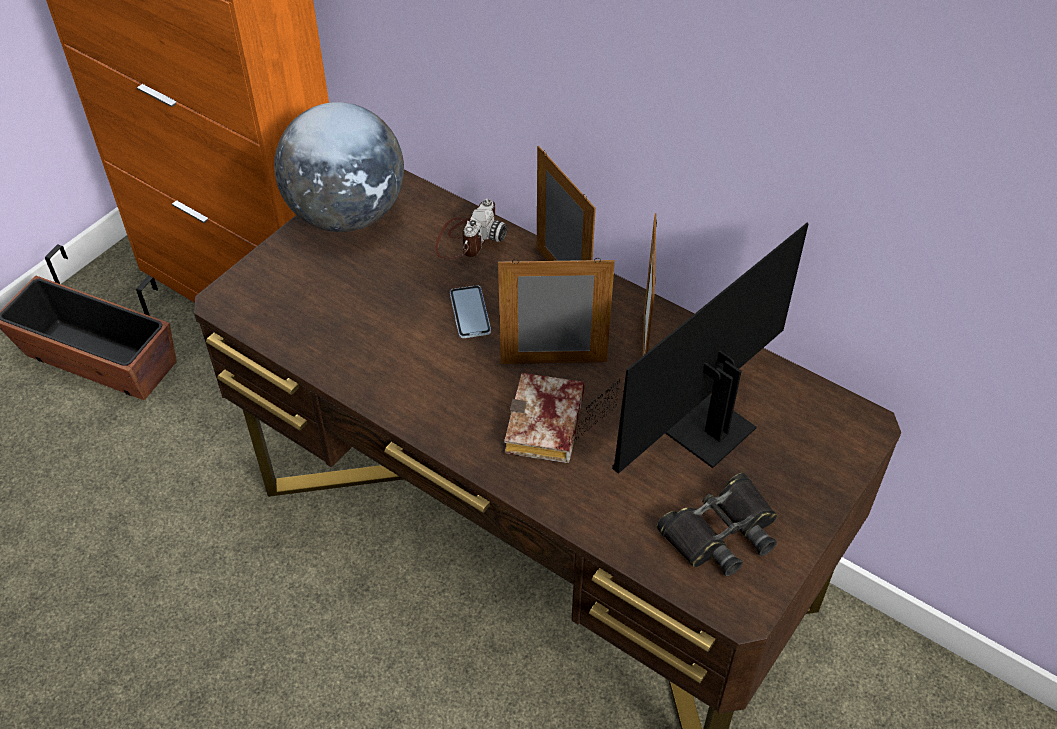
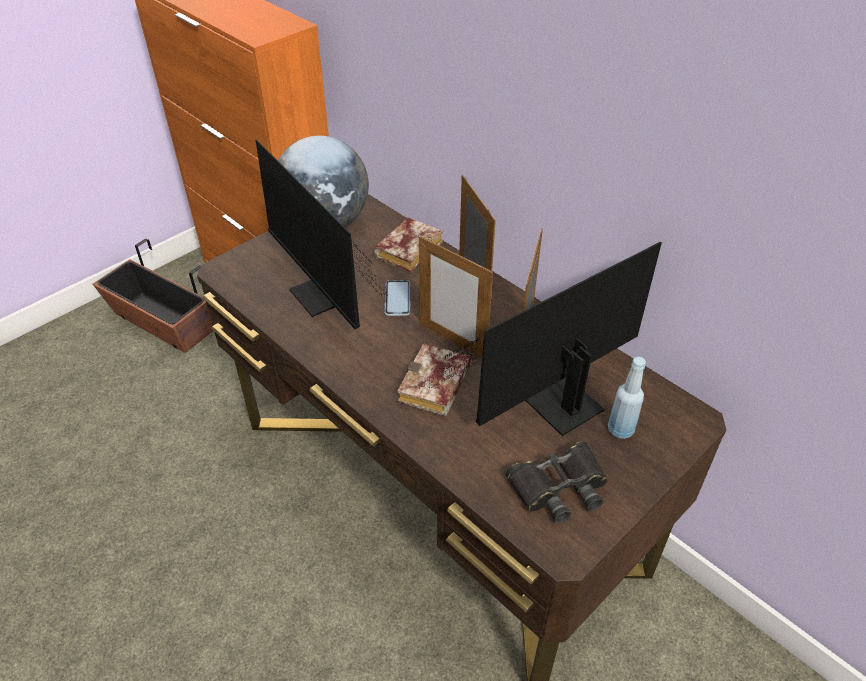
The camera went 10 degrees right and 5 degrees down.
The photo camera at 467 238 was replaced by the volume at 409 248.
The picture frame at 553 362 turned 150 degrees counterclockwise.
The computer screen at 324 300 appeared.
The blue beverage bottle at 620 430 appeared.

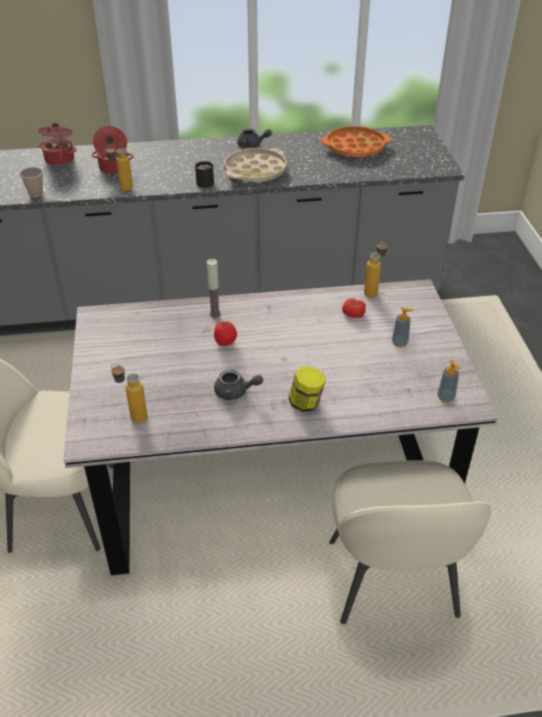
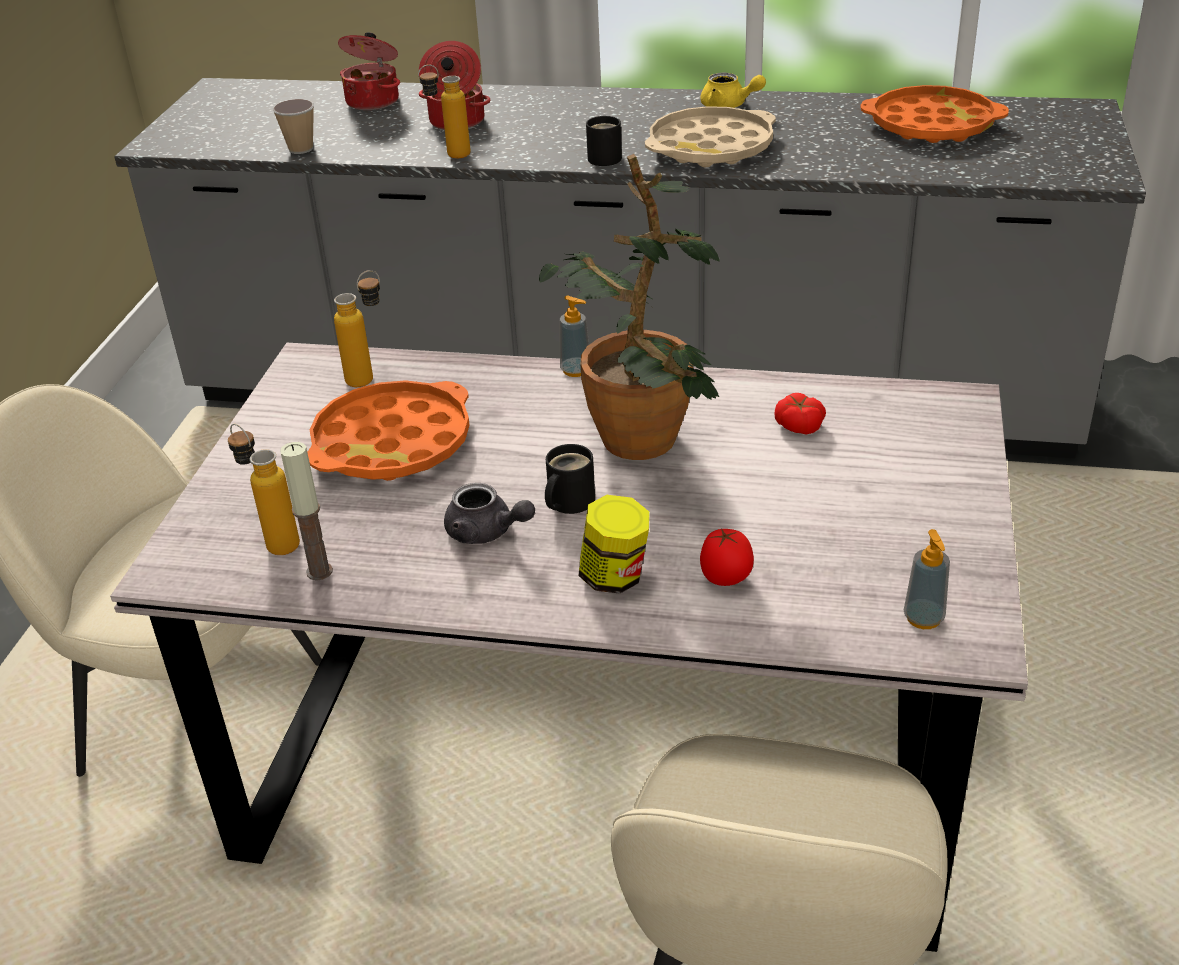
The camera went 20 degrees right and 5 degrees down.
The grey tea pot at 252 145 became the yellow tea pot at 729 106.
The beverage bottle moved from 373 291 to 370 377.
The wax light moved from 215 314 to 319 571.
The liquid soap bottle moved from 399 343 to 576 370.
The whole tomato moved from 225 342 to 726 579.
The potted plant at 641 450 appeared.
The orangey tray at 392 443 appeared.
The blackish coffee mug at 567 502 appeared.

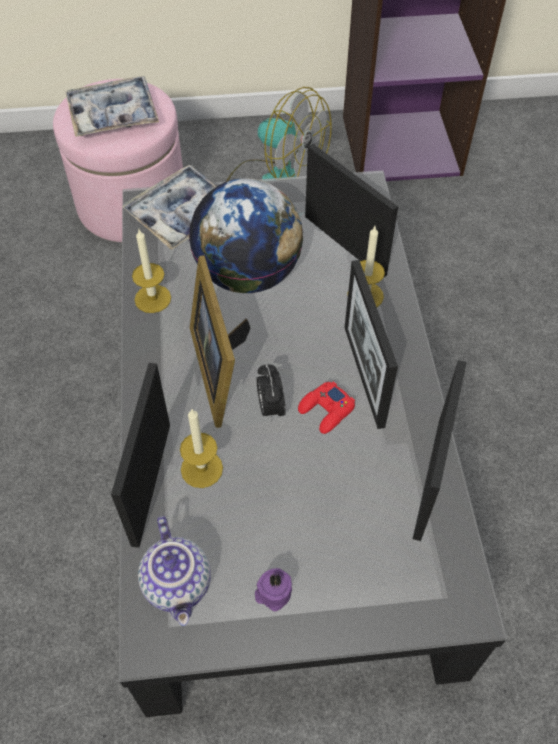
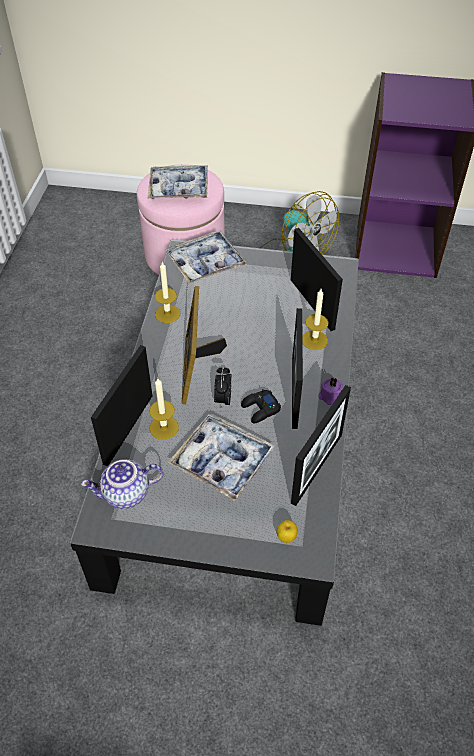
The camera went 15 degrees right and 5 degrees down.
The desk globe at 248 274 disappeared.
The reddish joypad at 326 411 became the blackish joypad at 260 409.
The tea pot at 179 584 turned 75 degrees clockwise.
The purplish wax light moved from 273 593 to 329 396.
The tray at 222 461 appeared.
The apple at 286 538 appeared.

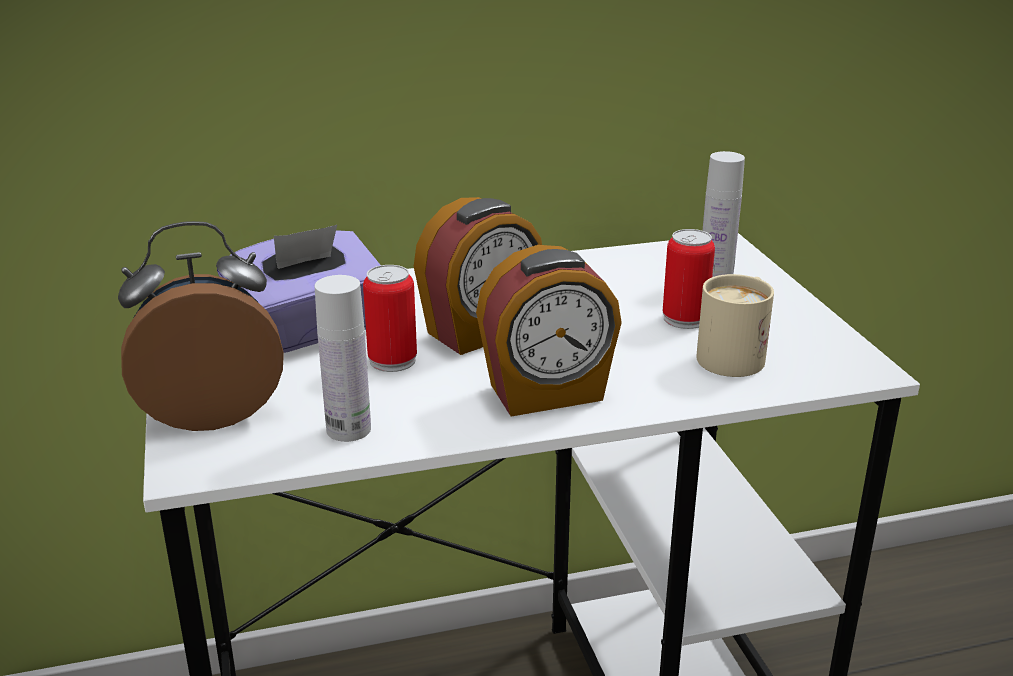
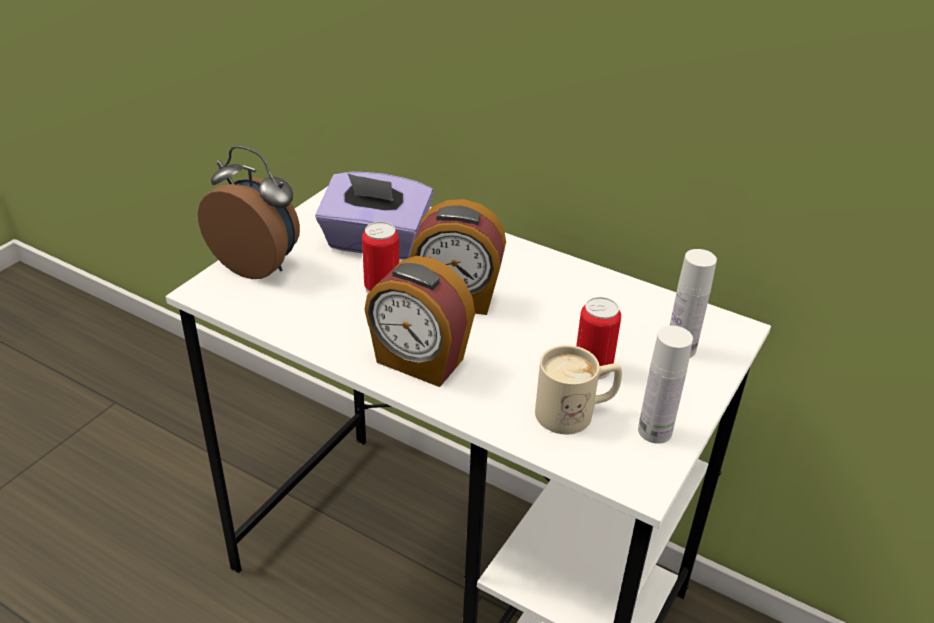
The camera went 45 degrees right and 10 degrees up.
The whitish beverage bottle moved from 348 429 to 654 431.

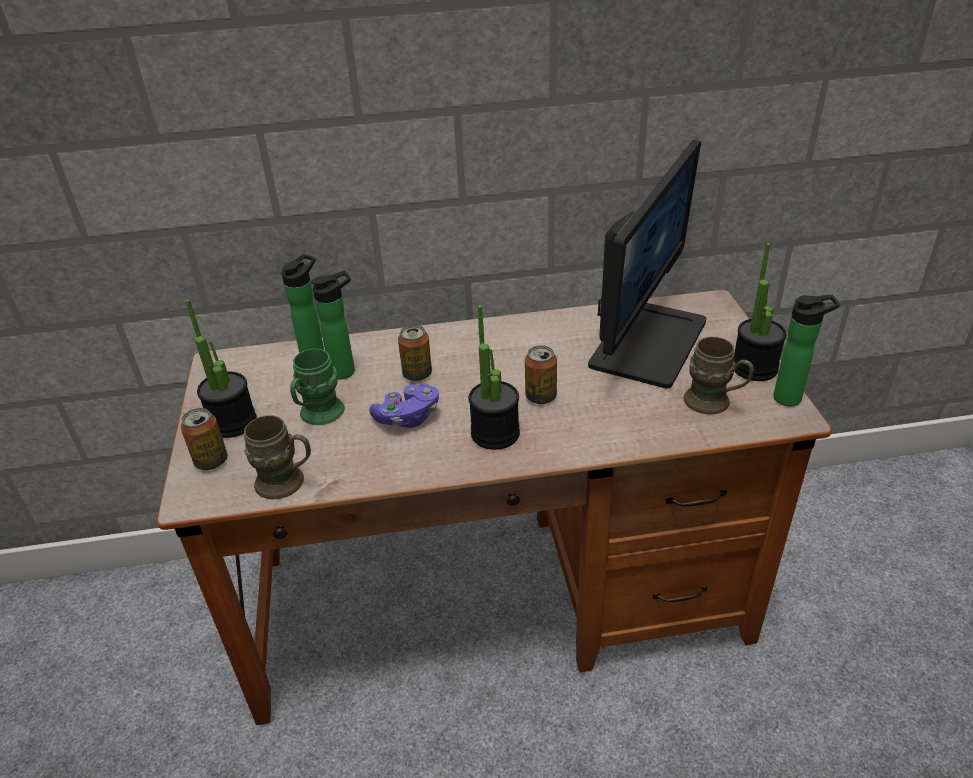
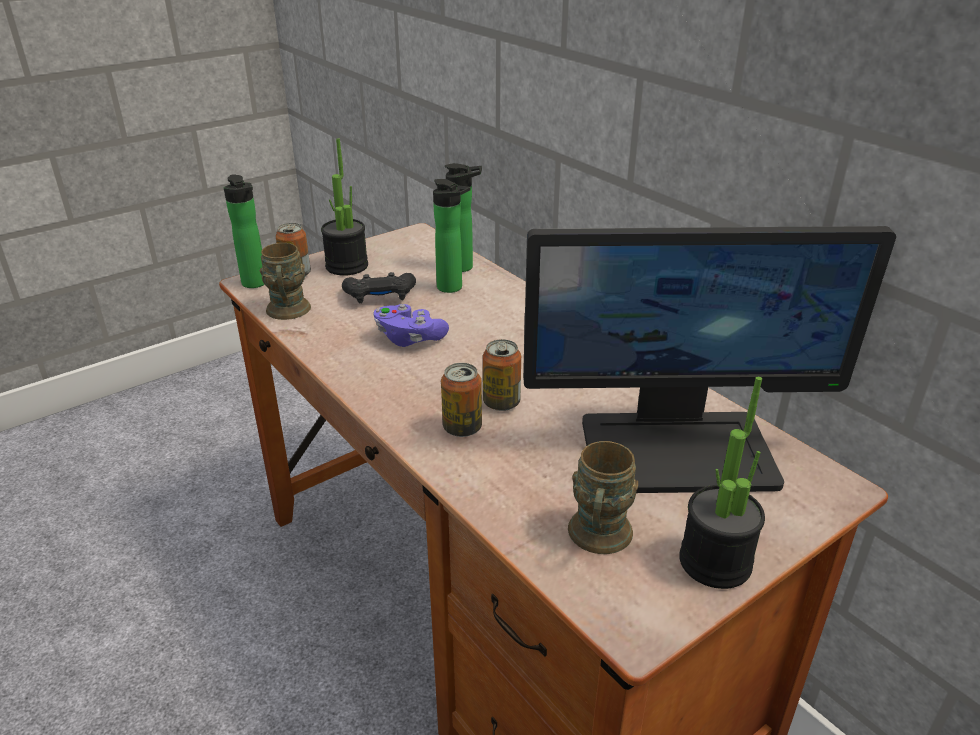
The camera went 60 degrees right and 5 degrees down.
The beverage bottle moved from 791 398 to 256 284.
The potted plant at 495 433 disappeared.
The can moved from 417 374 to 462 428.
The greenish coffee mug at 318 416 was replaced by the blackish joypad at 380 297.

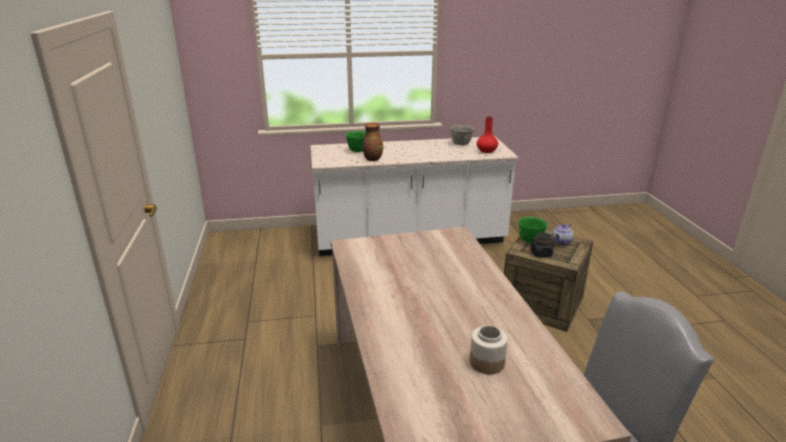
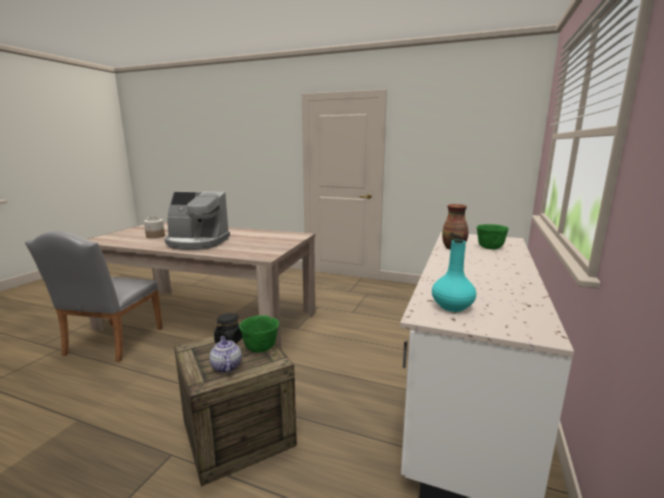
The camera went 120 degrees right and 10 degrees down.
The reddish decorative vase at 486 151 became the turquoise-coloured decorative vase at 452 307.
The grey bowl at 461 144 disappeared.
The coffee maker at 197 242 appeared.

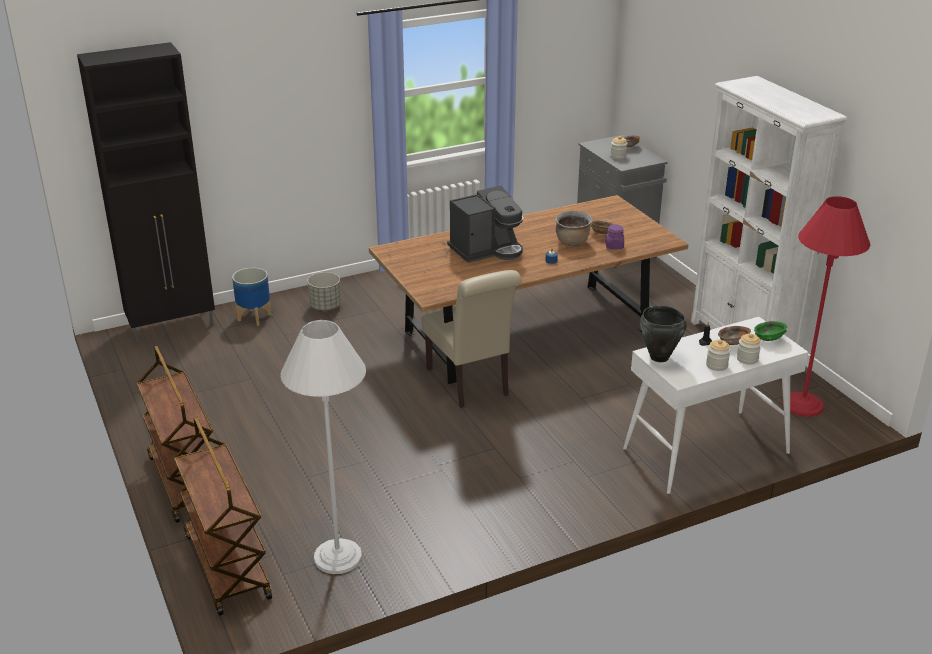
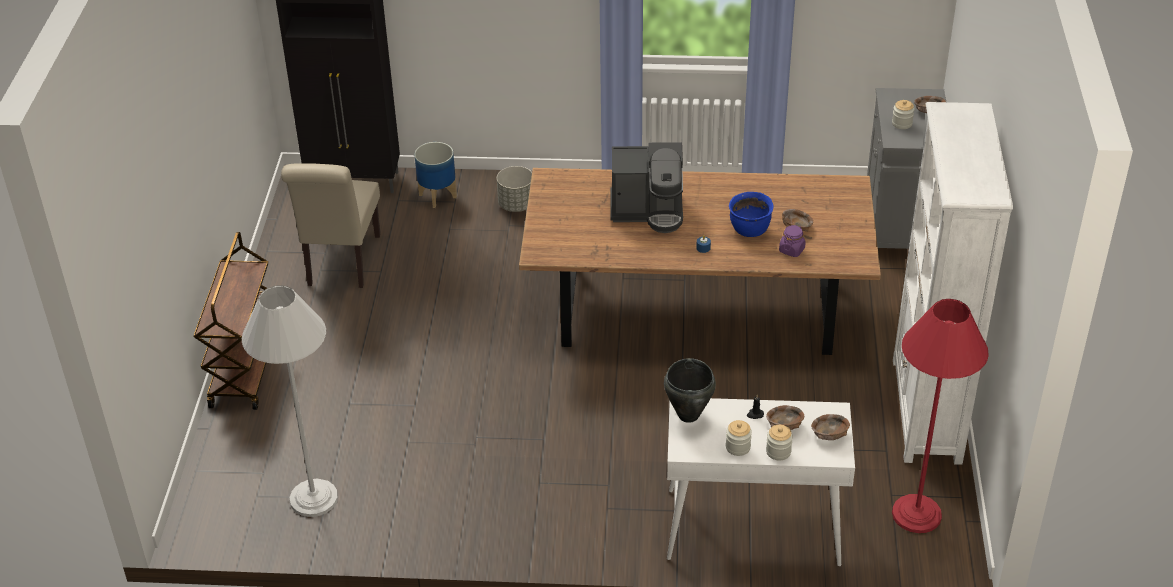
The camera went 30 degrees right and 10 degrees up.
The brownish cooking pot at 572 242 became the blue cooking pot at 749 230.
The beige-coloured chair moved from 470 384 to 341 264.
The greenish bowl at 769 338 became the brownish bowl at 830 435.
The brownish trolley at 226 565 disappeared.

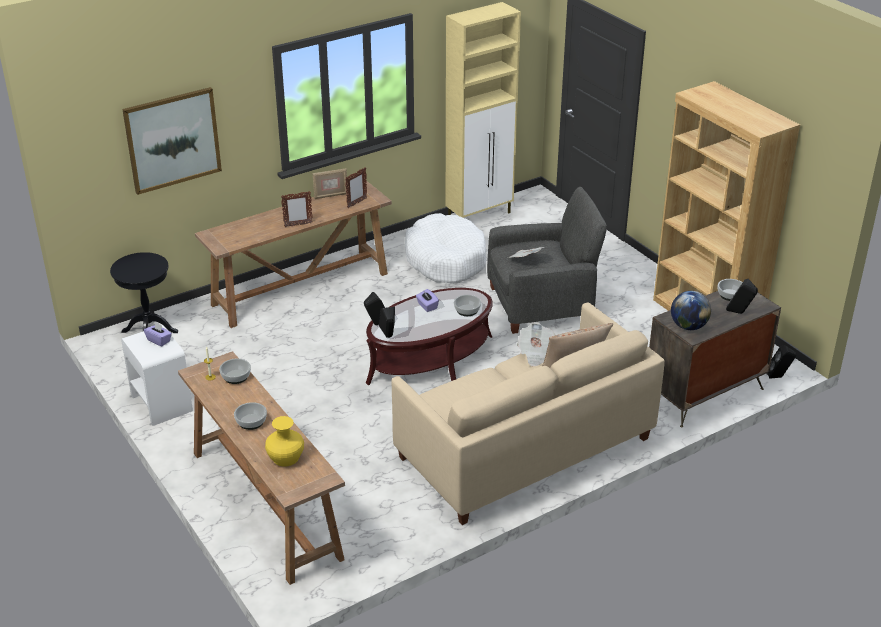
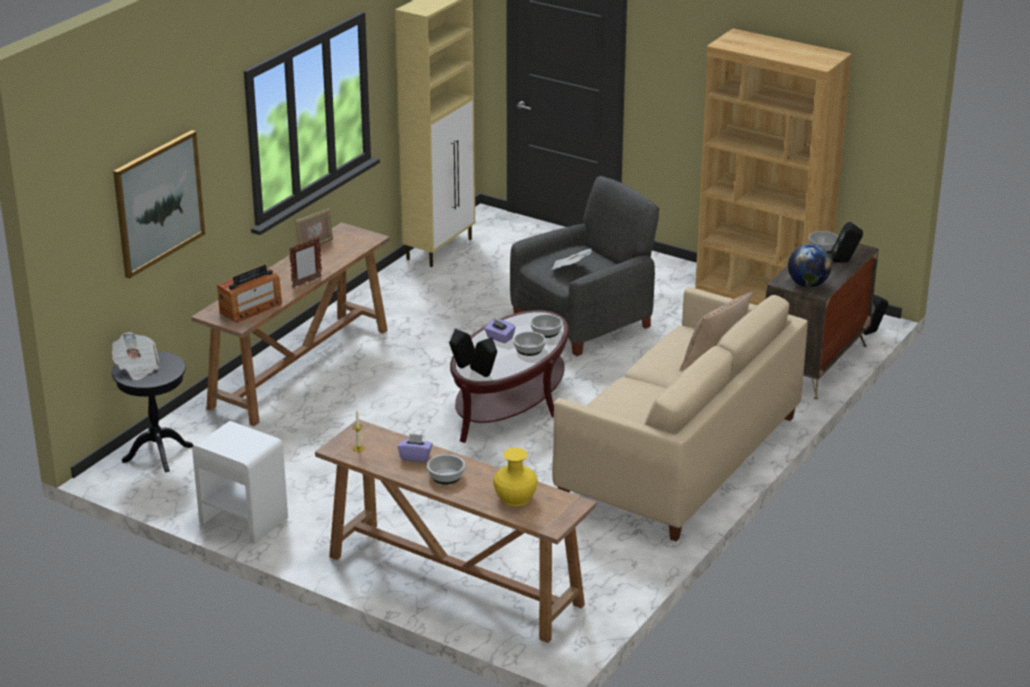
The camera went 25 degrees left and 5 degrees down.
The picture frame at 356 203 disappeared.
The whitish pet bed at 445 259 disappeared.
The purplish box of tissues moved from 159 340 to 415 457.
The newspaper moved from 536 354 to 136 367.
The bowl moved from 235 376 to 529 350.
The radio set at 251 308 appeared.

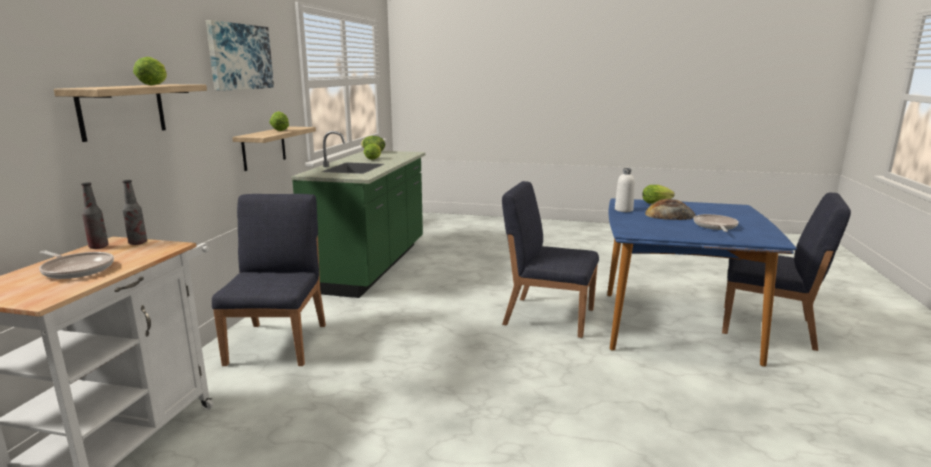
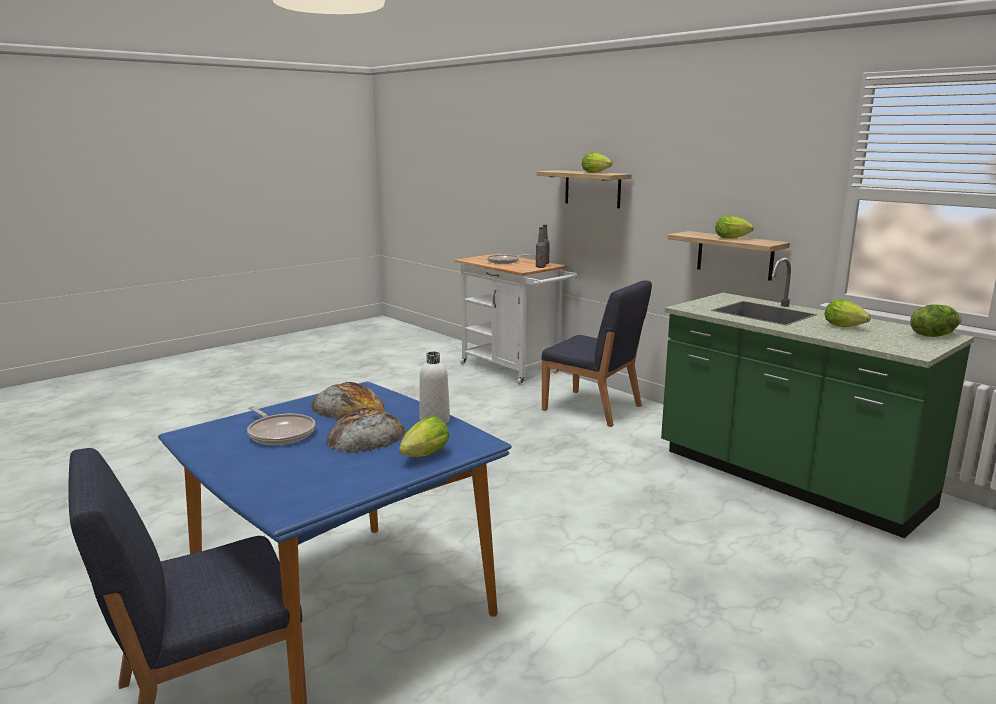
The camera went 125 degrees right and 0 degrees up.
The wall picture at 239 57 disappeared.
The blue chair at 547 316 disappeared.
The baked bread at 347 406 appeared.

